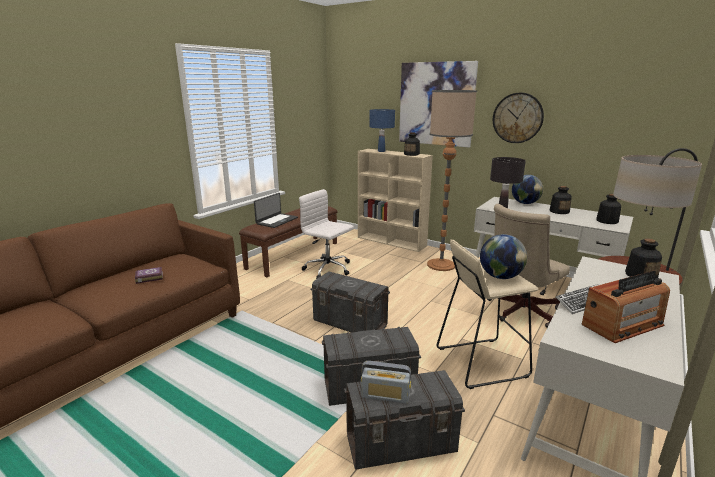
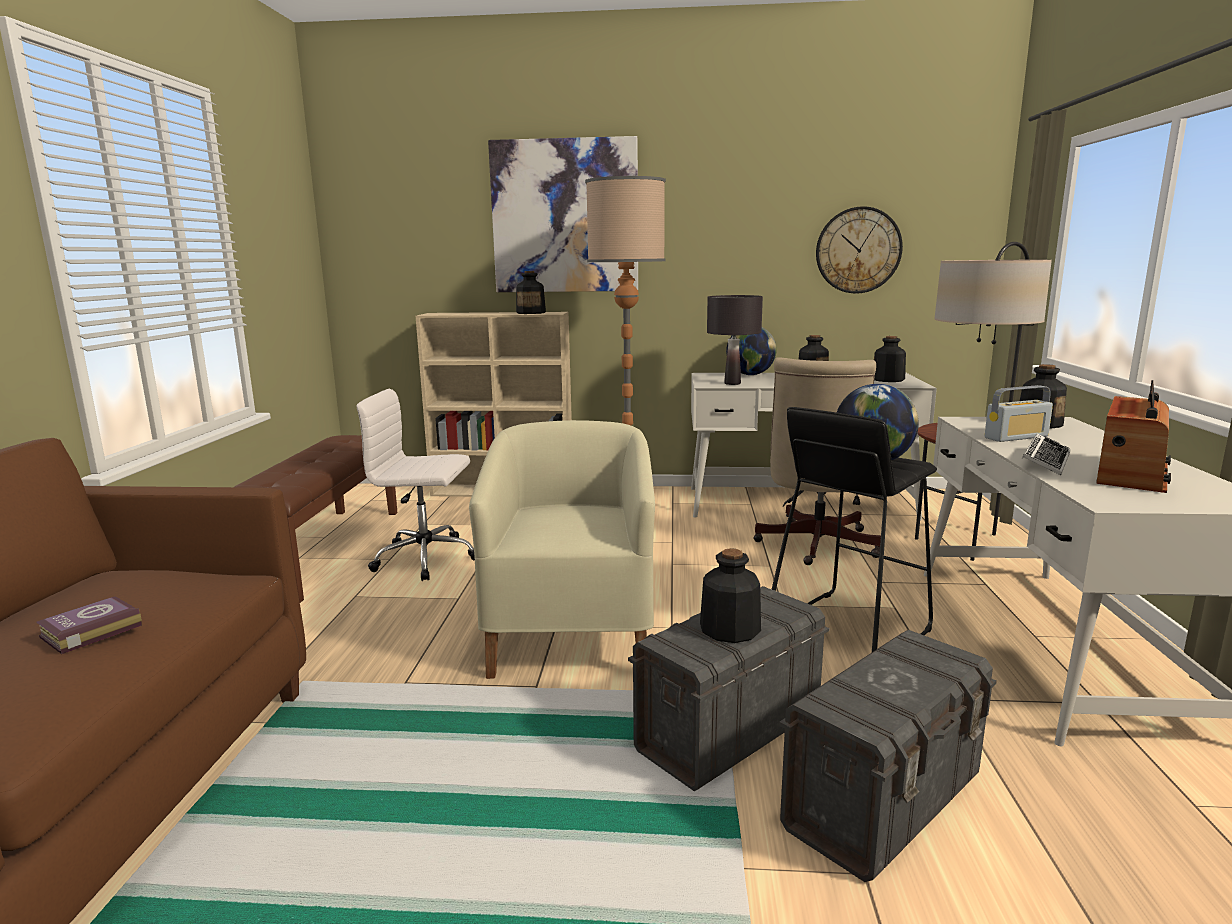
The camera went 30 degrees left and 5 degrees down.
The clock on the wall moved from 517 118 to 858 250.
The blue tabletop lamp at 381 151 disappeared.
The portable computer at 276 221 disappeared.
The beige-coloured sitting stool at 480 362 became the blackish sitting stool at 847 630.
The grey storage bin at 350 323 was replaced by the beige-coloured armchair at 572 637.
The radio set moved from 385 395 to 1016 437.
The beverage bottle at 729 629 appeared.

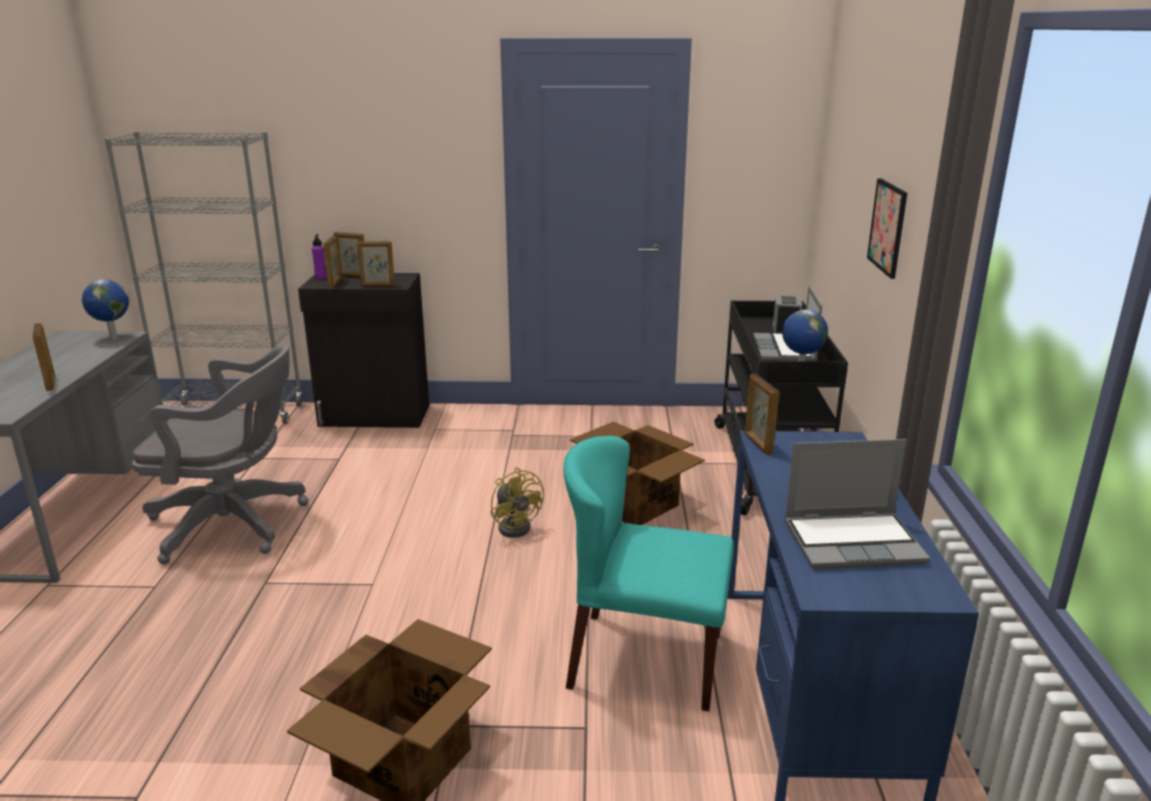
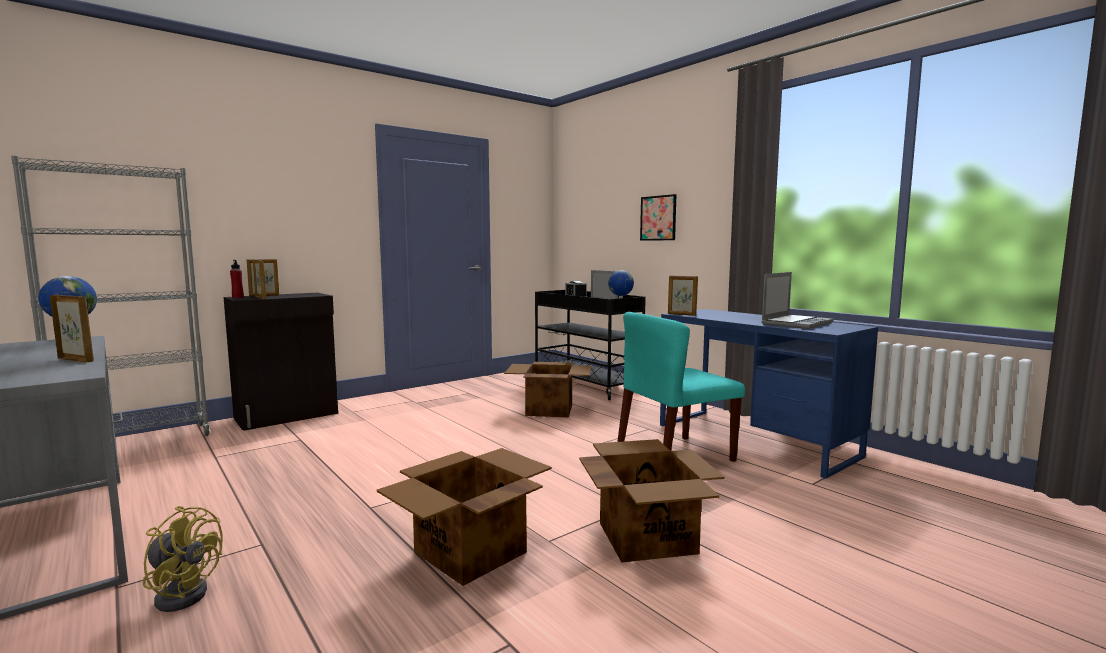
The camera went 40 degrees left and 15 degrees down.
The purplish beverage bottle at 321 278 became the reddish beverage bottle at 238 297.
The picture frame at 378 286 disappeared.
The grey office chair at 235 524 disappeared.
The yellow cooling fan moved from 517 525 to 183 592.
The packing box at 468 552 appeared.

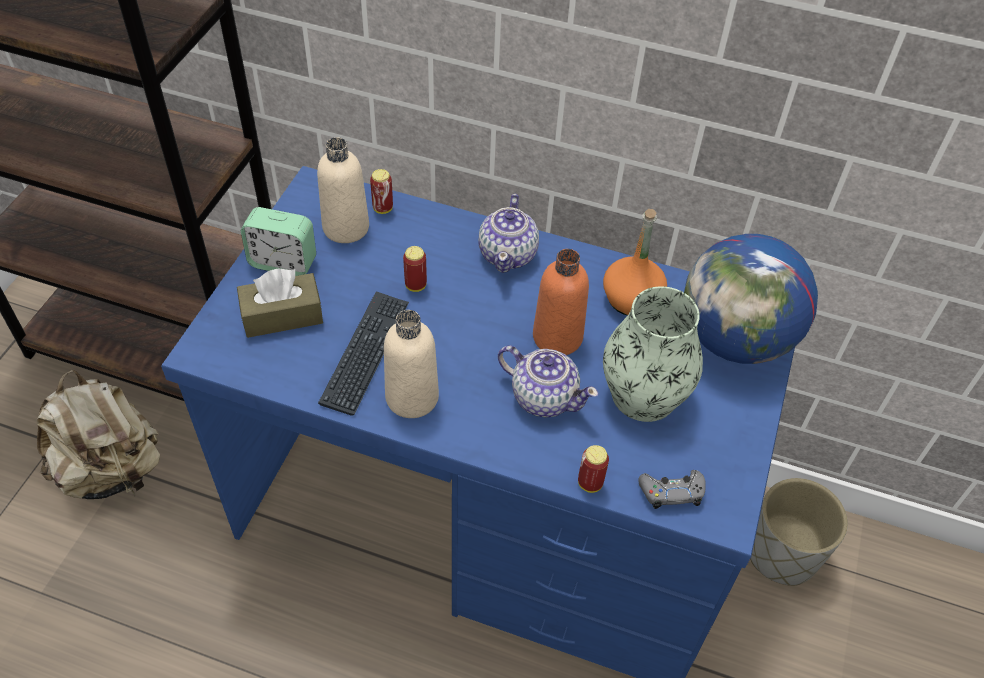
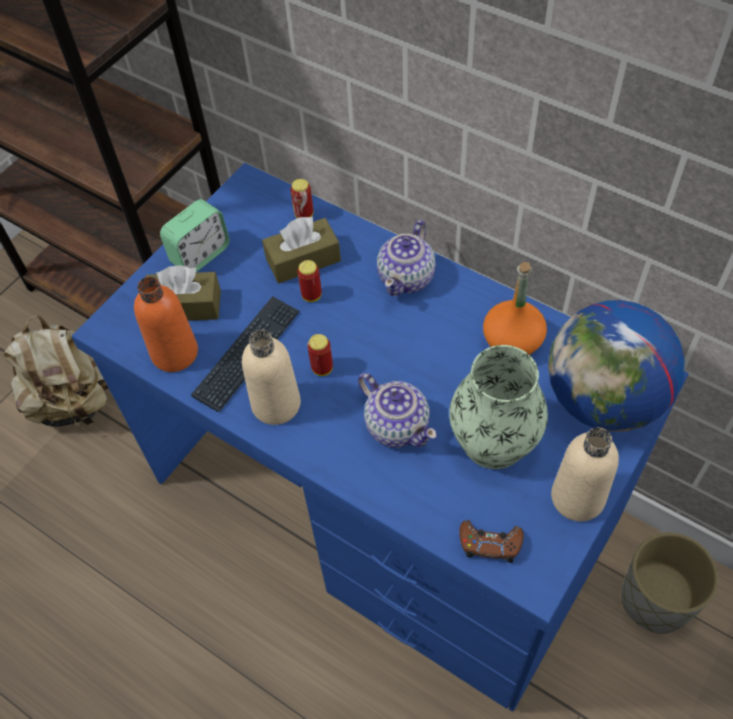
The camera went 20 degrees right and 5 degrees up.
The beige-coloured beverage bottle moved from 346 227 to 577 497.
The alarm clock at 283 262 turned 75 degrees counterclockwise.
The orangey beverage bottle moved from 557 337 to 174 353.
The can moved from 590 483 to 322 368.
The grey joypad at 671 492 became the brownish joypad at 490 543.
The brownish box of tissues at 303 260 appeared.

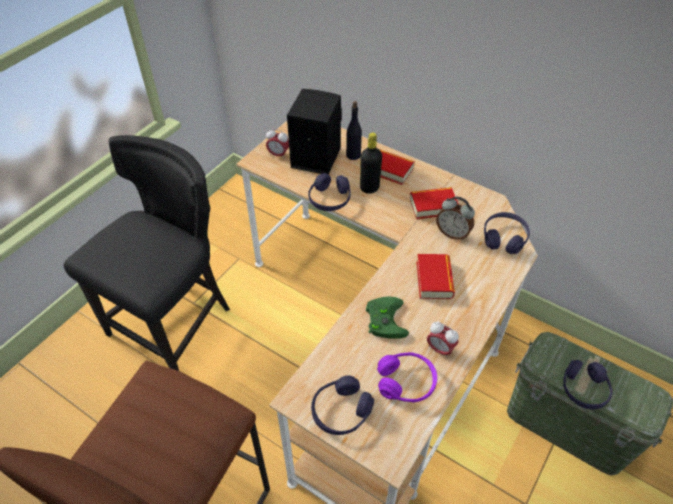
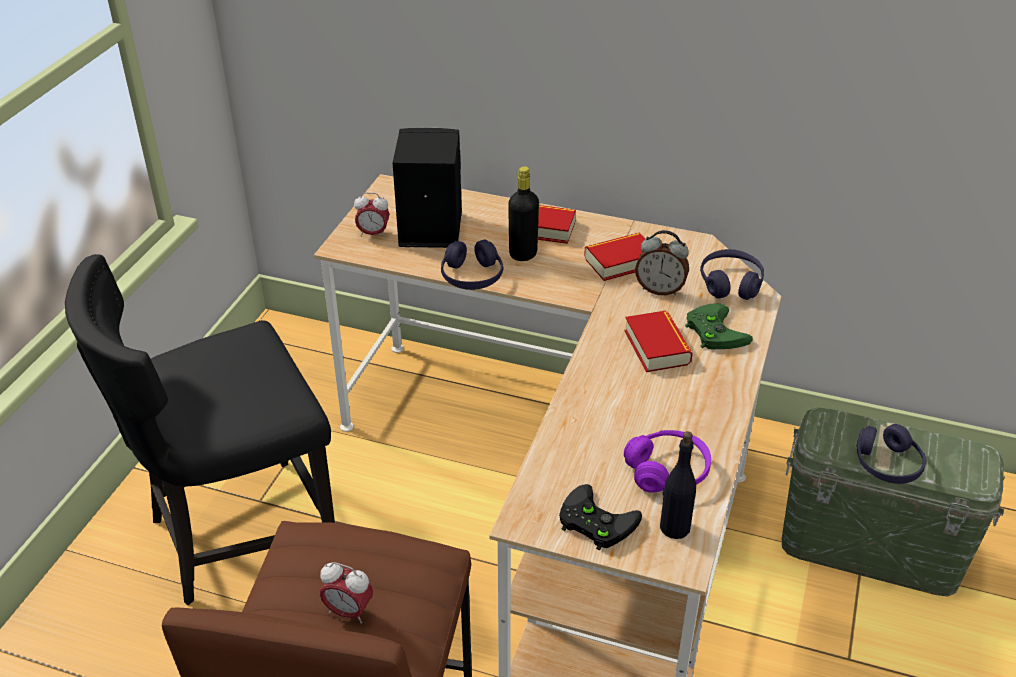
The camera went 15 degrees left and 10 degrees down.
The blackish beverage bottle moved from 353 155 to 674 527.
The blackish chair at 174 323 turned 135 degrees counterclockwise.
The greenish joypad moved from 384 319 to 713 331.
The alarm clock moved from 440 349 to 348 612.
The purplish pair of headphones at 341 411 was replaced by the blackish joypad at 593 521.

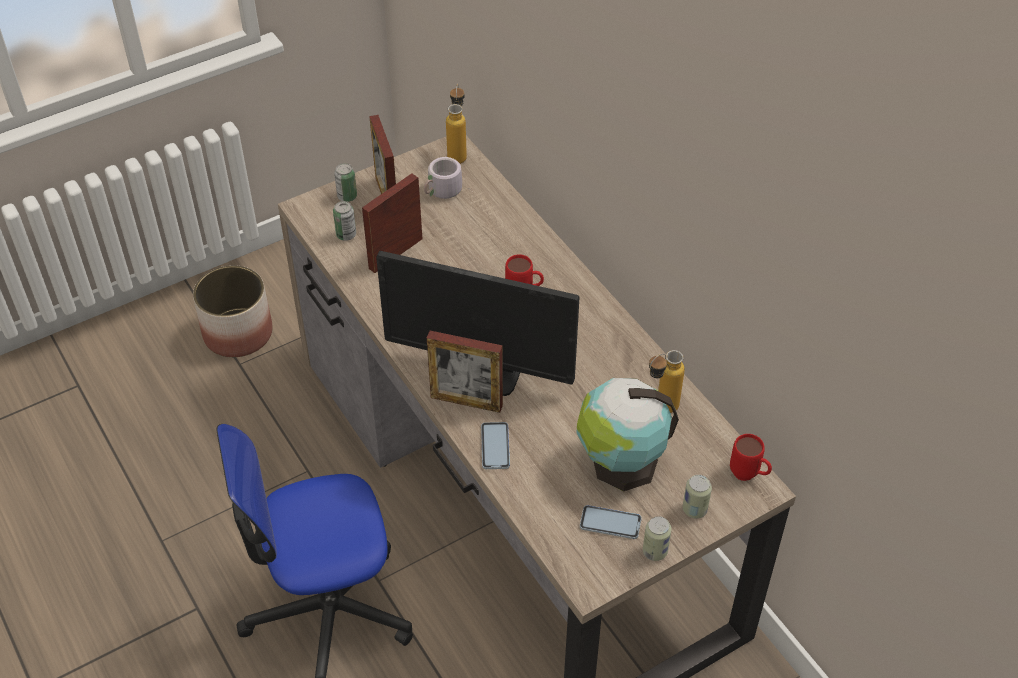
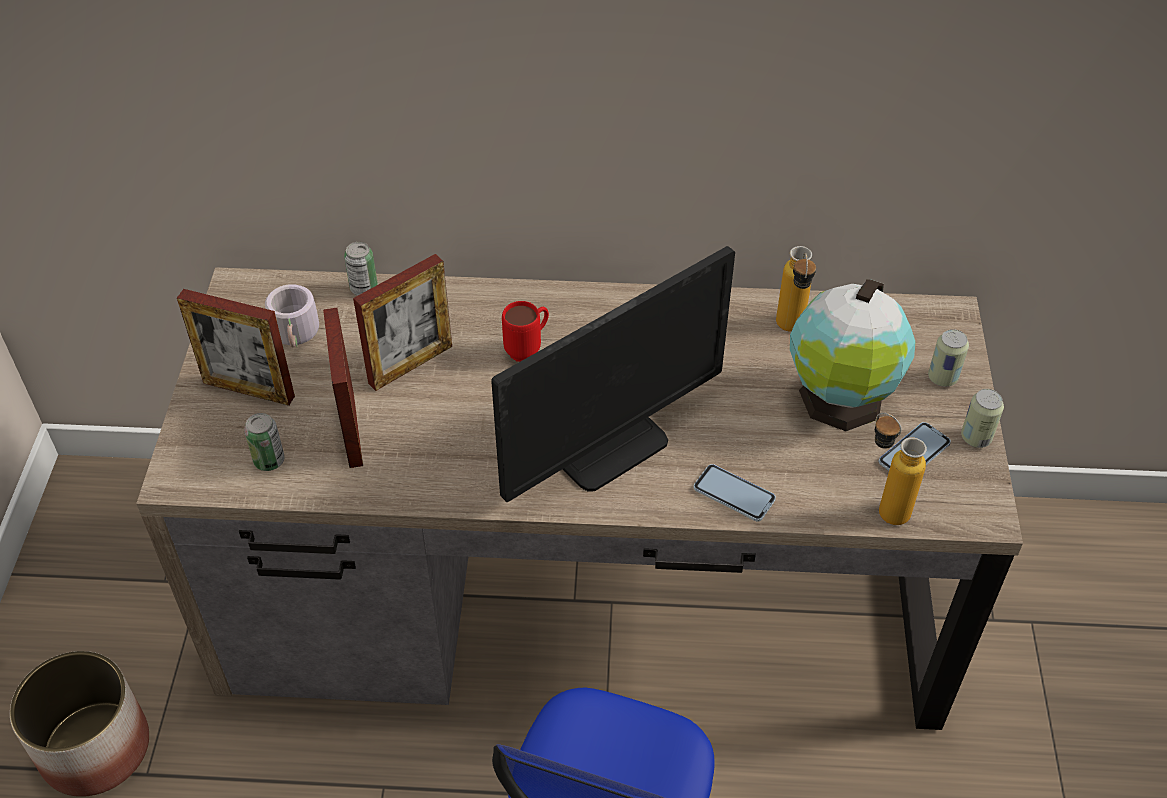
The camera went 55 degrees left and 0 degrees up.
The beverage bottle moved from 458 153 to 882 506.
The can moved from 347 196 to 364 288.
The picture frame moved from 466 401 to 410 364.
The reddish coffee mug at 748 475 disappeared.

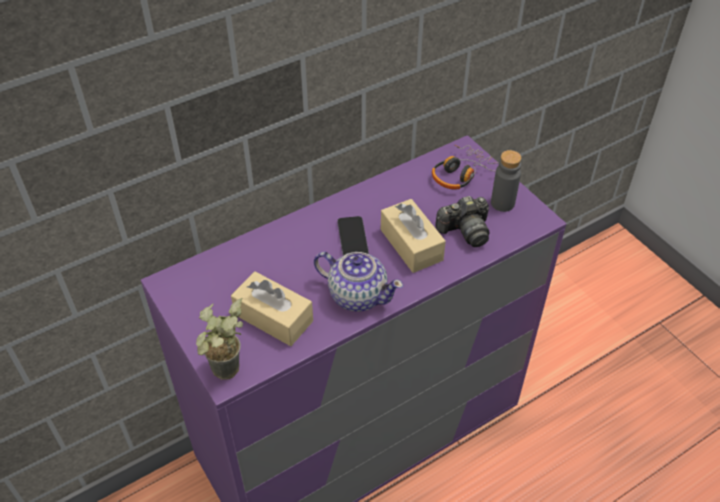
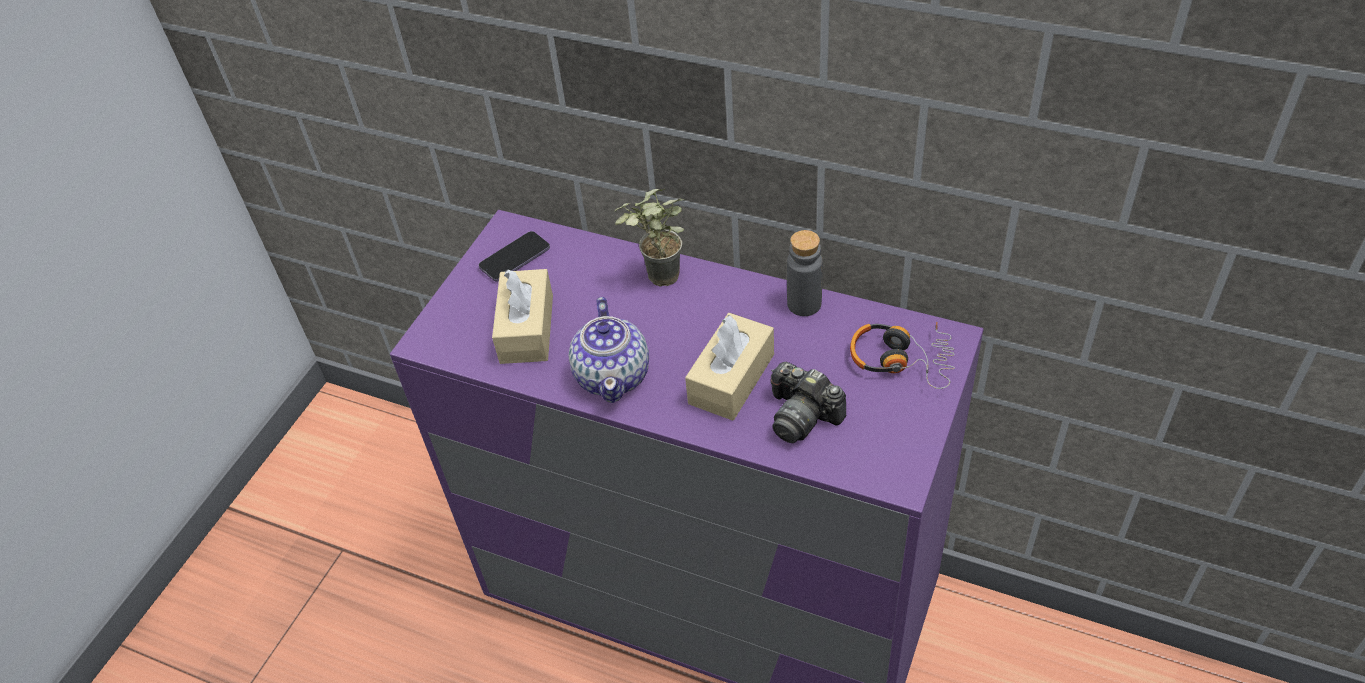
The camera went 60 degrees right and 0 degrees up.
The grey beverage bottle moved from 502 203 to 804 304.
The handset moved from 352 238 to 515 258.
The potted plant moved from 227 376 to 657 282.

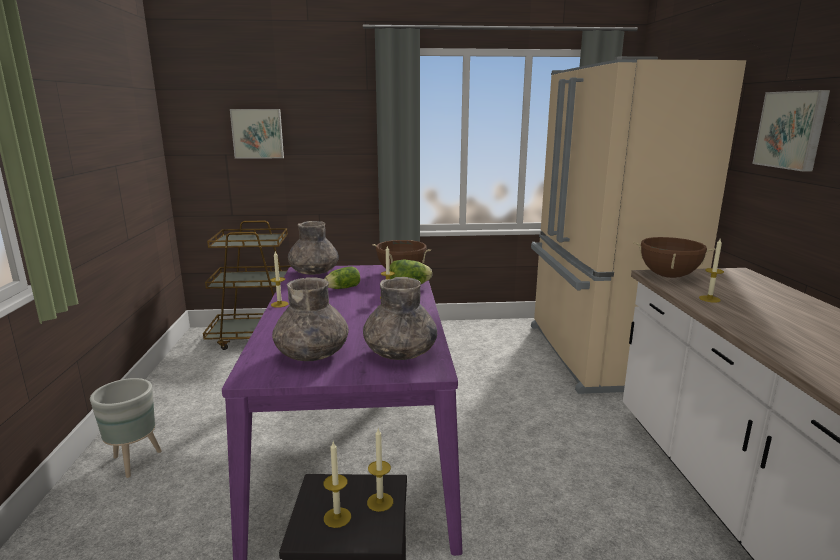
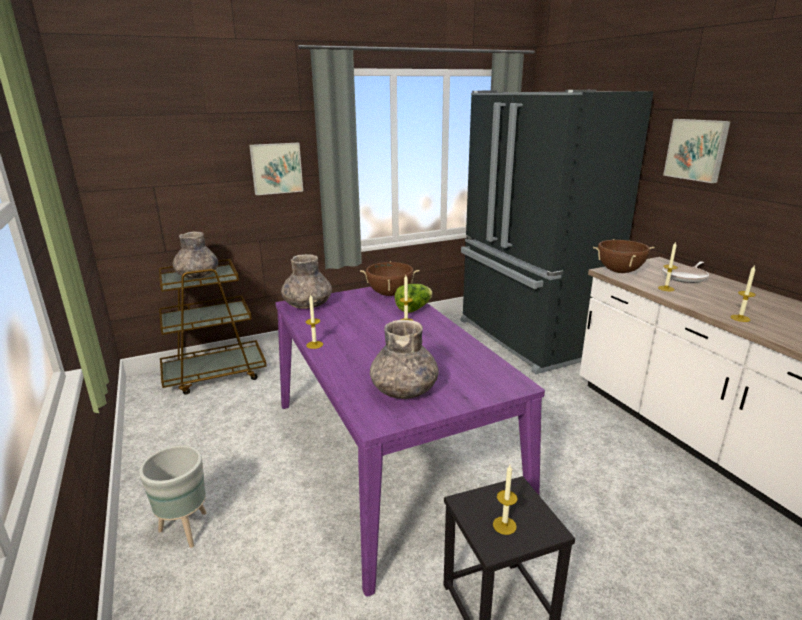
The camera went 20 degrees left and 5 degrees up.
The beige-coloured fridge at 597 355 became the blackish fridge at 527 338.
The wall picture moved from 258 133 to 276 168.
The head of lettuce at 341 288 disappeared.
The grey decorative vase moved from 400 353 to 197 276.
The wax light moved from 380 502 to 740 318.
The pan at 685 277 appeared.

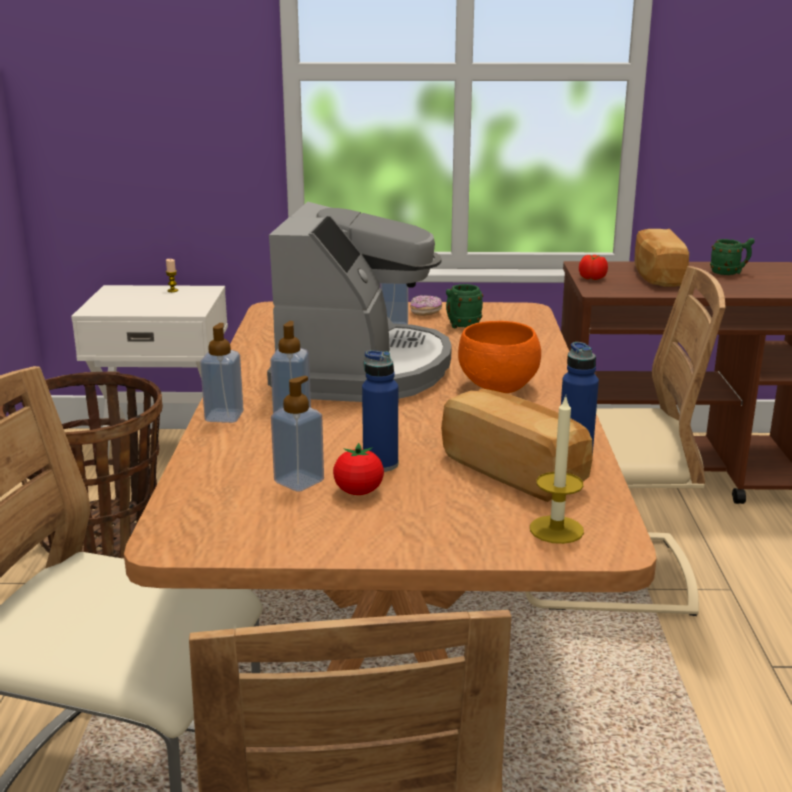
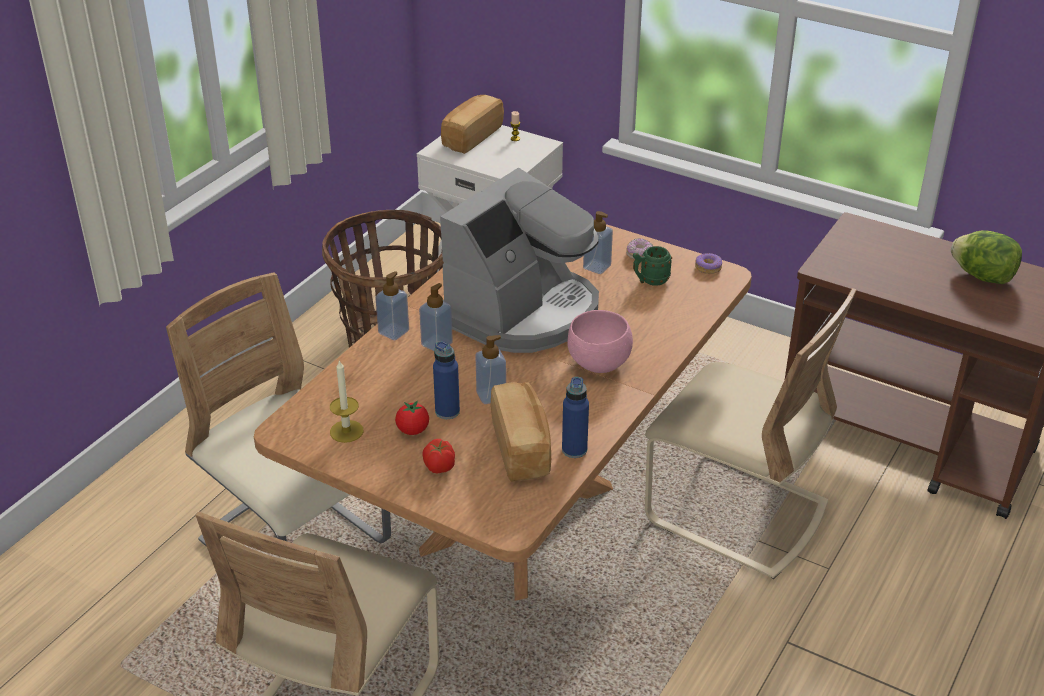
The camera went 30 degrees right and 15 degrees up.
The baked bread moved from 656 276 to 471 137.
The greenish coffee mug at 729 273 was replaced by the head of lettuce at 982 277.
The whole tomato moved from 592 278 to 439 467.
The orangey bowl at 499 388 became the pinkish bowl at 599 365.
The liquid soap bottle moved from 299 481 to 491 395.
The wax light moved from 556 529 to 346 431.
The donut at 708 267 appeared.

